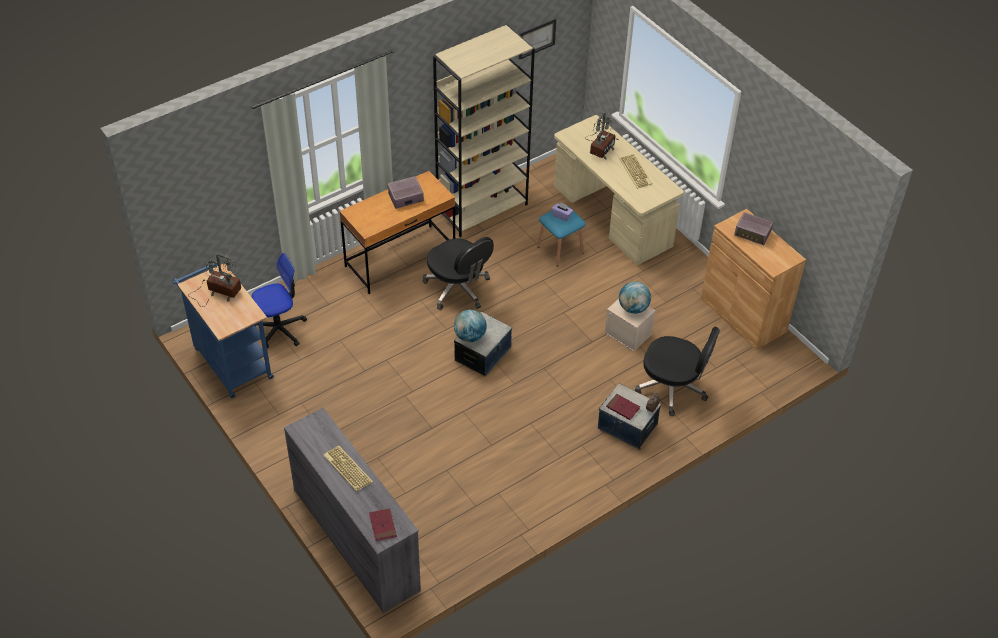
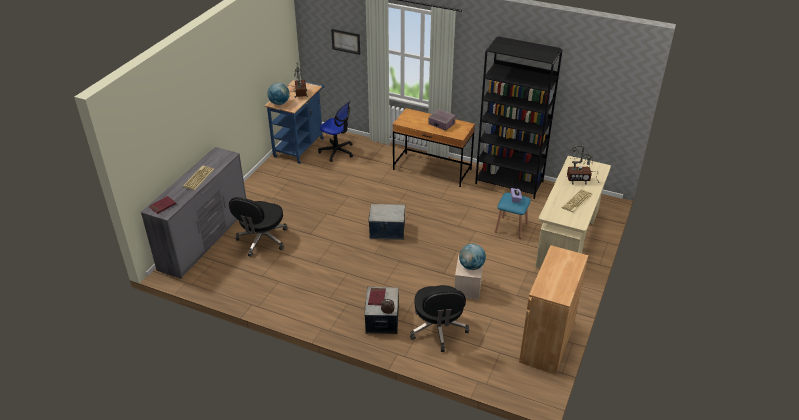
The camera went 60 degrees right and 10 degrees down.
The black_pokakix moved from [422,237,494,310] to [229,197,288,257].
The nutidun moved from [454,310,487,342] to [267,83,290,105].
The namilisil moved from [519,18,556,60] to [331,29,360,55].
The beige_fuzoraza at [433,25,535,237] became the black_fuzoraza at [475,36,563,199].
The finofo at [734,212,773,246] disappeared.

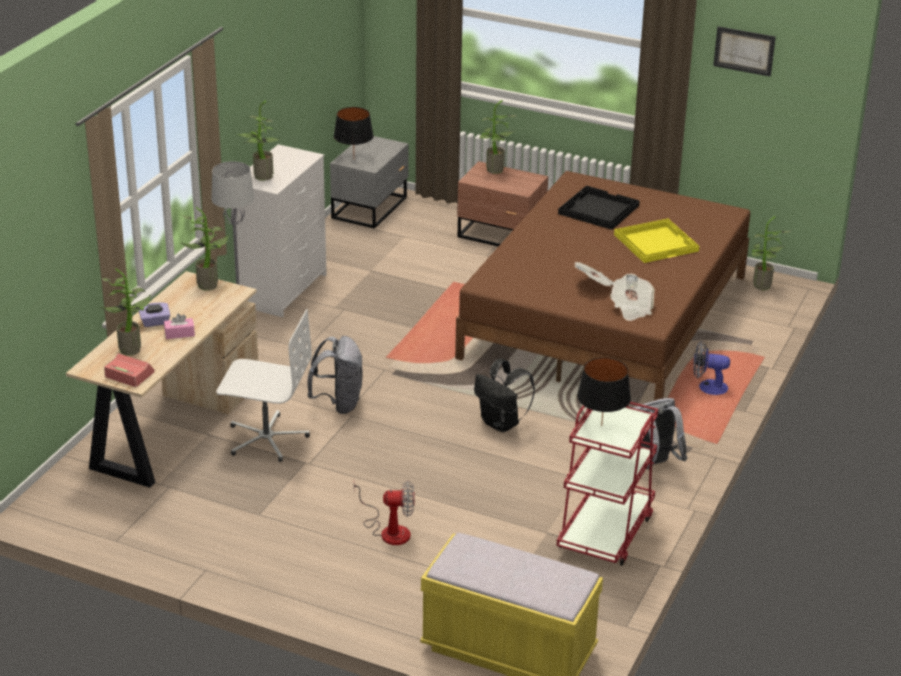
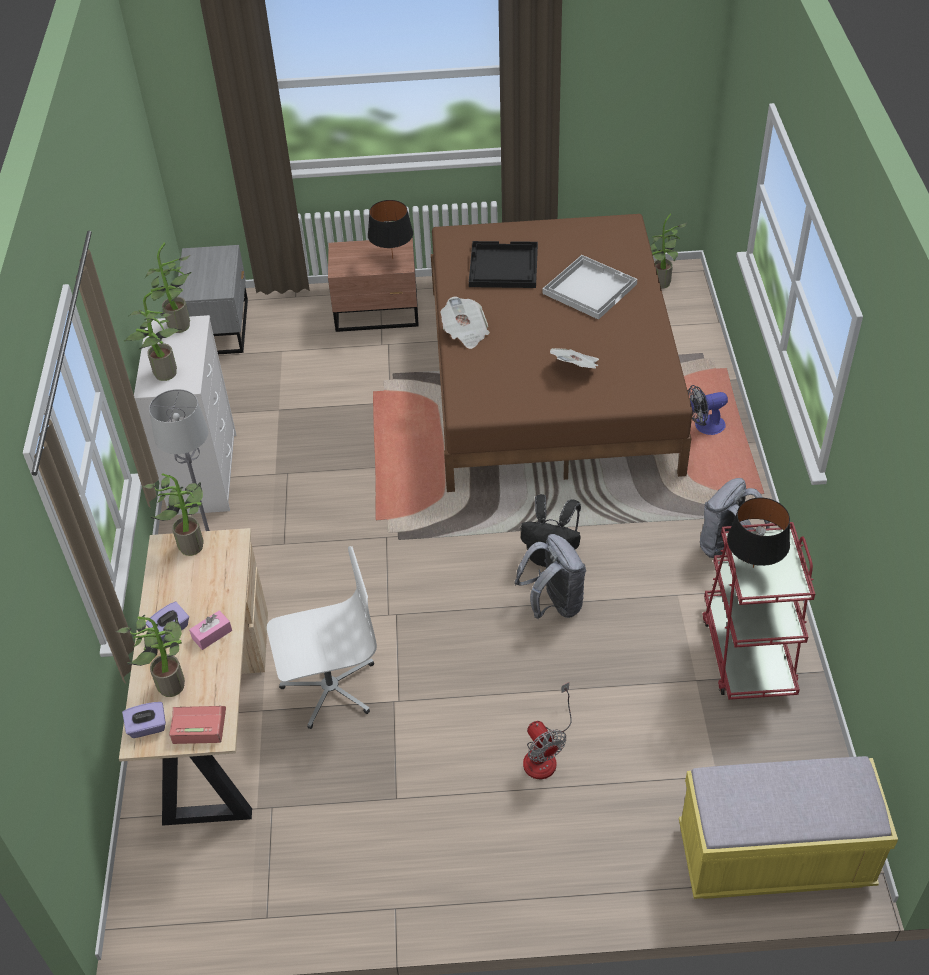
The camera went 25 degrees left and 15 degrees up.
The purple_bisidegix at [122,702,166,738] appeared.
The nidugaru moved from [480,100,517,174] to [145,243,192,333].
The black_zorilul moved from [334,107,374,147] to [368,200,413,259].
The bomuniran moved from [610,274,655,321] to [440,296,490,349].
The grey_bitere moved from [307,336,363,414] to [515,534,586,619].
The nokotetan at [354,480,414,545] turned 90 degrees clockwise.
The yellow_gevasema at [614,219,699,263] became the white_gevasema at [543,255,637,320].
The namilisil at [713,26,776,76] disappeared.

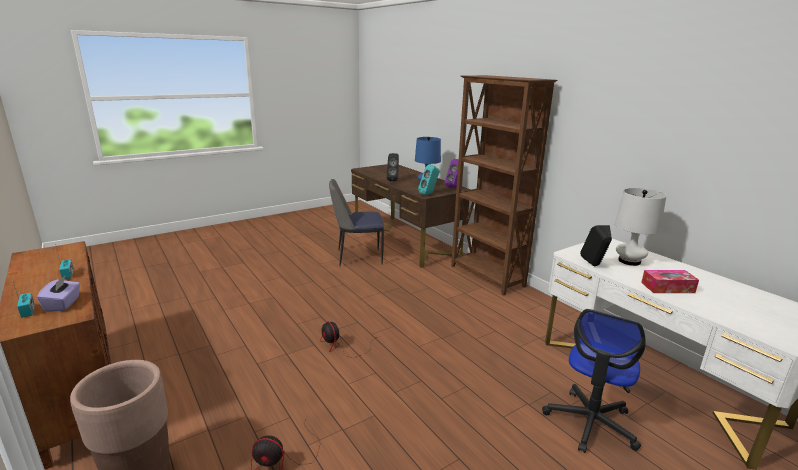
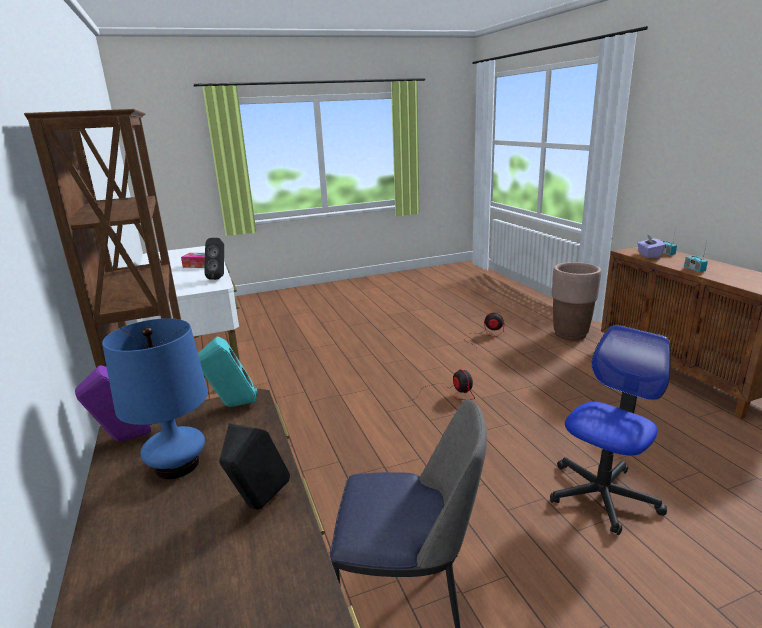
The camera went 165 degrees left and 0 degrees up.
The pokakix moved from [542,309,646,453] to [550,325,671,535].
The white_zorilul at [615,188,666,266] disappeared.

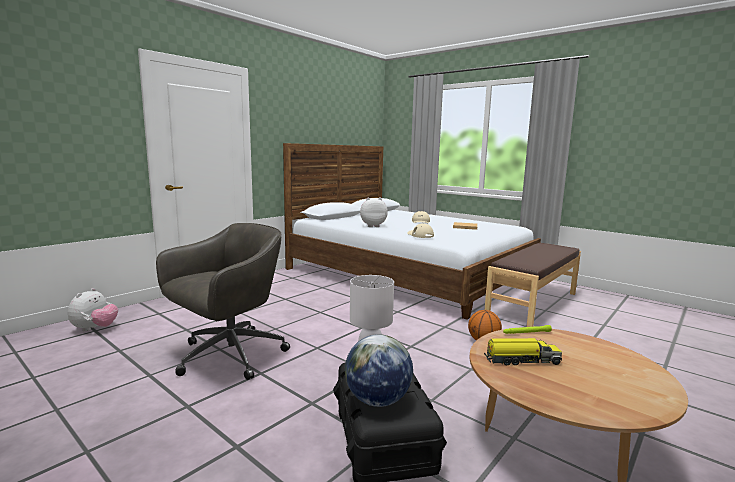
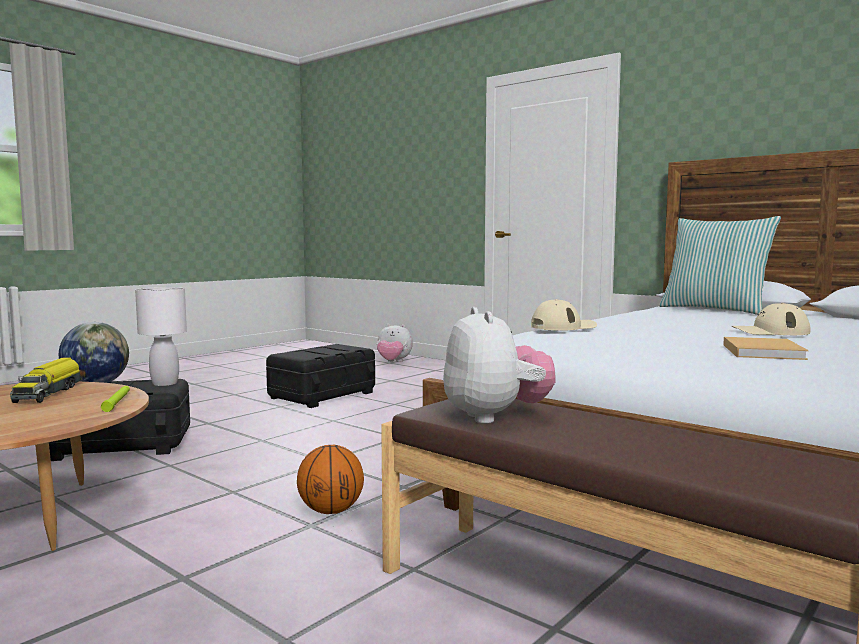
The camera went 90 degrees right and 5 degrees down.
The grey_pokakix at [156,223,290,380] was replaced by the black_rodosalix at [266,344,375,408].
The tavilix moved from [360,197,388,227] to [443,307,556,424].
The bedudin at [659,216,781,315] appeared.

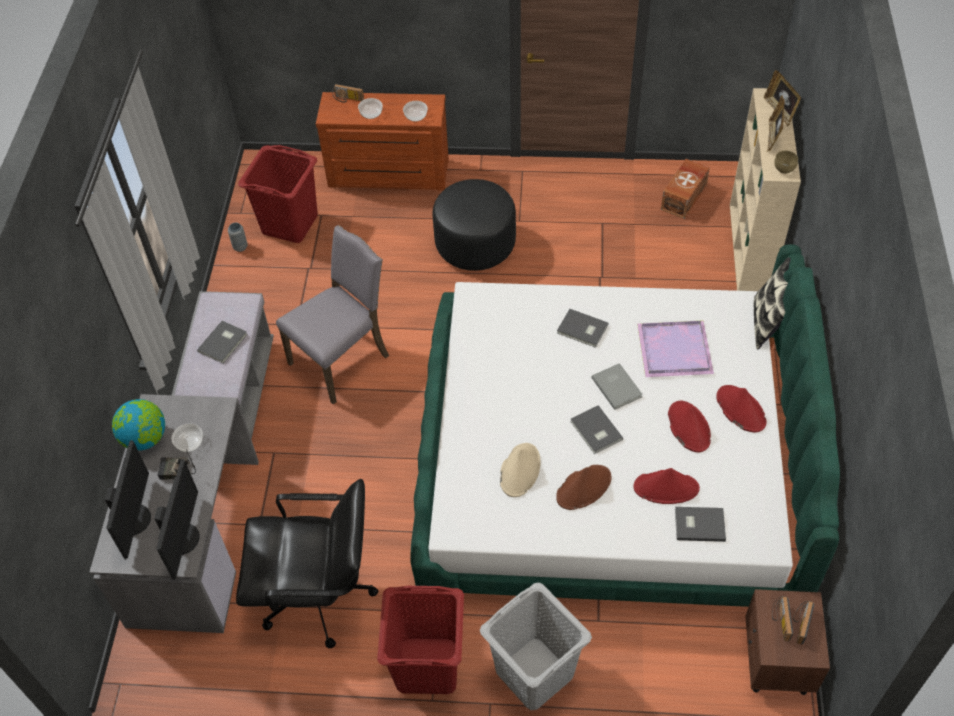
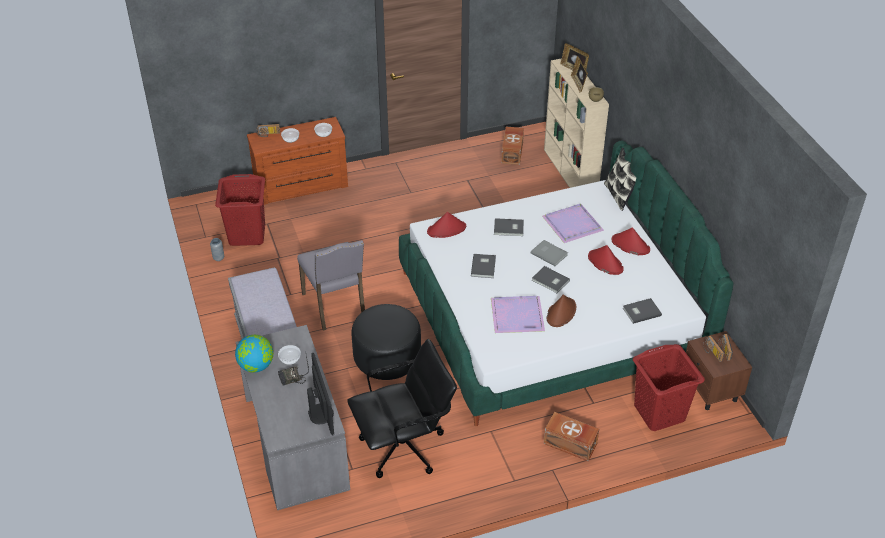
The camera went 25 degrees left and 10 degrees down.
The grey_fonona at [276,225,389,405] turned 135 degrees clockwise.
The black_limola moved from [433,179,516,271] to [351,304,421,380].
The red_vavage moved from [633,468,700,504] to [427,212,466,238].
The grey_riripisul moved from [197,321,247,364] to [471,254,496,278].
The beige_vavage at [500,443,540,497] was replaced by the purple_gevasema at [491,296,545,333].
The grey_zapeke at [480,582,592,710] was replaced by the brown_rodosalix at [544,412,599,461].
The red_zapeke moved from [377,586,464,694] to [633,344,705,431].
The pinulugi at [105,440,151,559] disappeared.

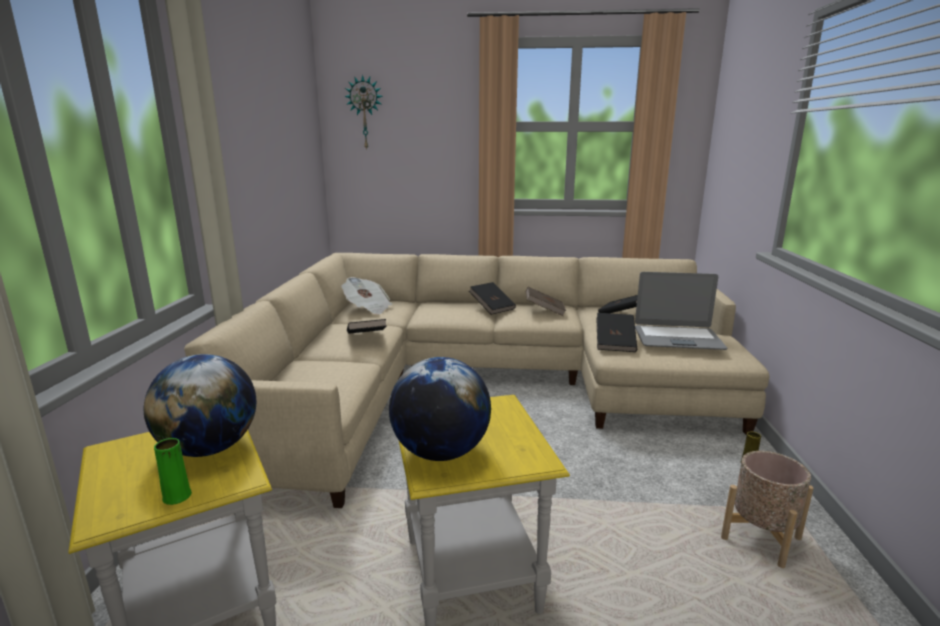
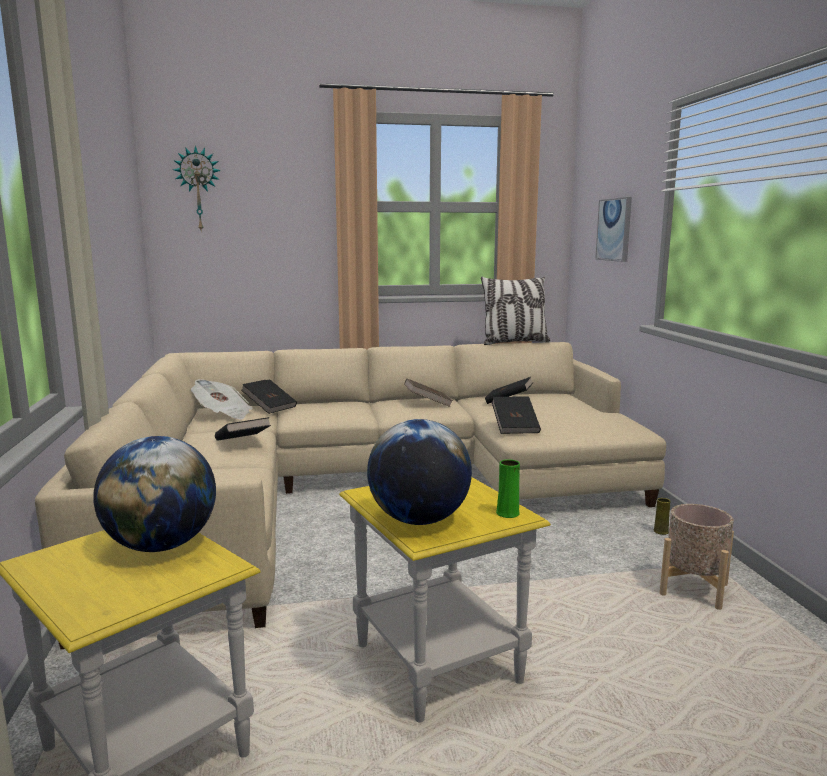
The camera went 15 degrees left and 5 degrees down.
The black_riripisul moved from [469,282,516,315] to [241,379,297,414].
The bedudin at [481,277,550,345] appeared.
The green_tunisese moved from [154,438,192,505] to [496,459,520,518].
The namilisil at [595,197,632,262] appeared.
The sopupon at [635,272,727,350] disappeared.

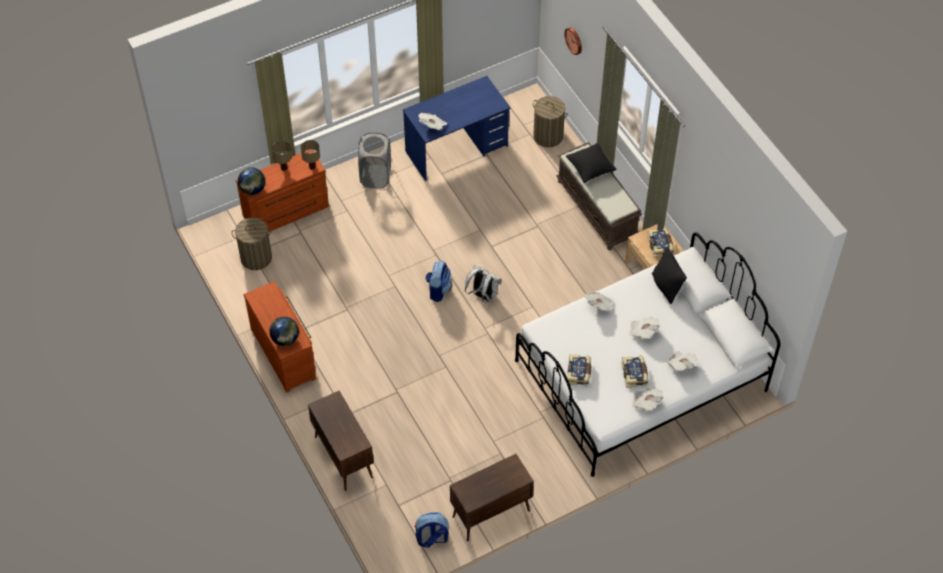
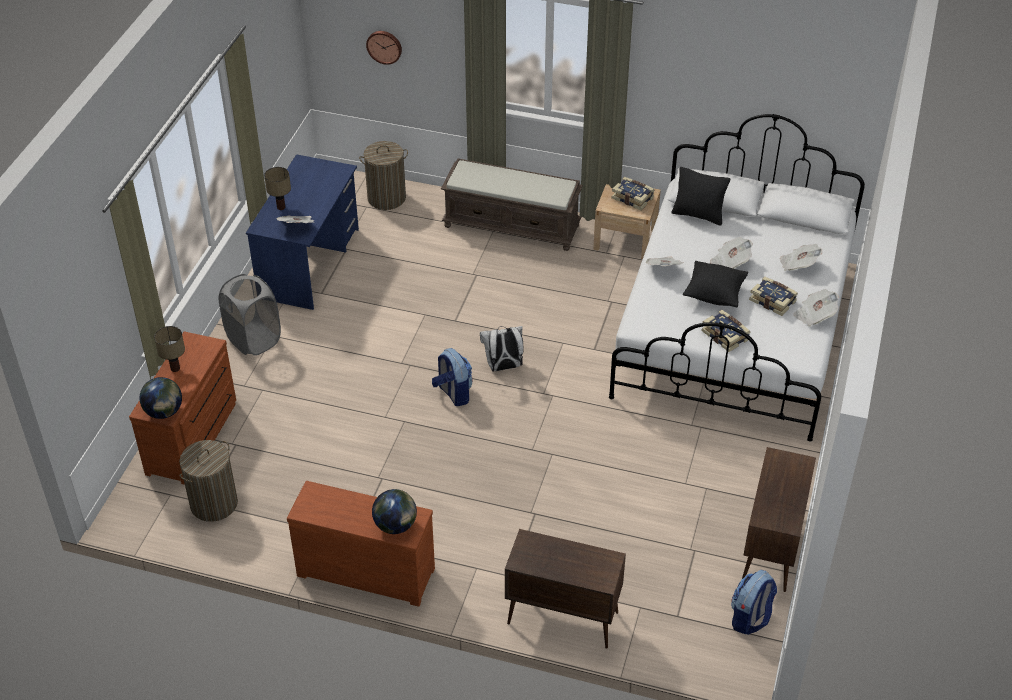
The camera went 45 degrees left and 10 degrees down.
The zorilul moved from [301,140,320,170] to [264,167,291,210].
The black_bedudin moved from [566,143,616,183] to [683,261,748,307].

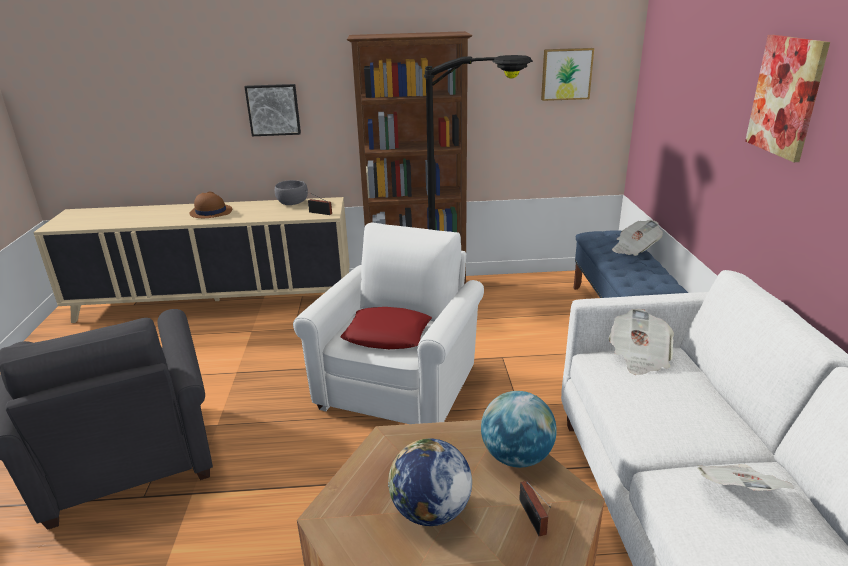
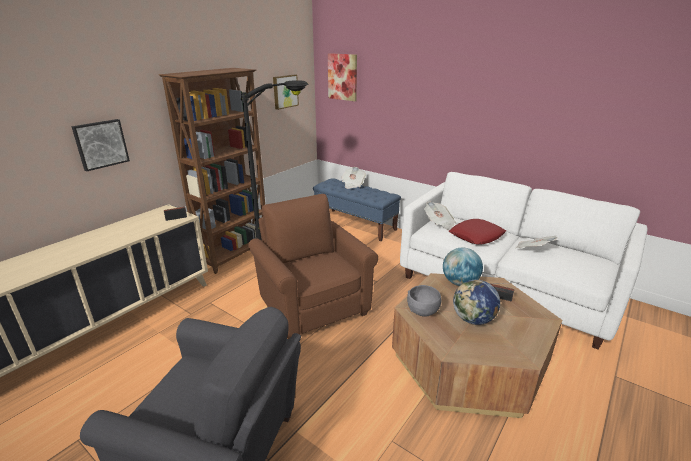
The camera went 50 degrees left and 0 degrees up.
The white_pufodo at [293,223,484,424] became the brown_pufodo at [248,194,378,339].
The namilisil moved from [745,35,830,162] to [328,53,357,101].
The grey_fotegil moved from [275,180,308,205] to [407,285,441,317].
The red_bedudin moved from [341,307,432,349] to [449,219,506,245].
The brown_vavage at [189,192,232,218] disappeared.

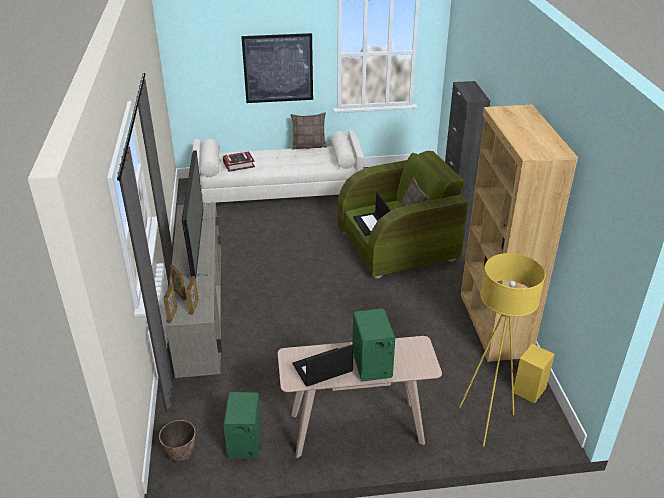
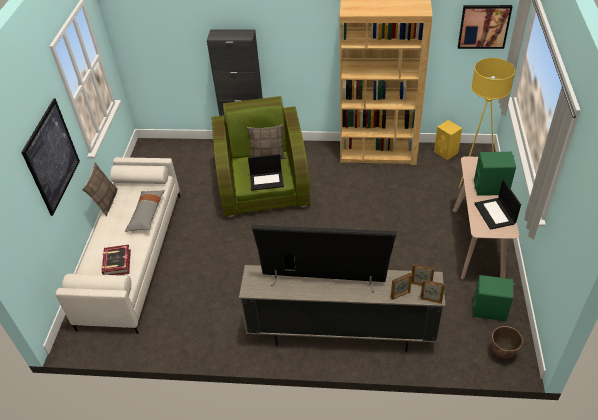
The camera went 75 degrees left and 10 degrees up.
The grey_bedudin at [125,190,165,232] appeared.
The namilisil at [458,5,512,49] appeared.

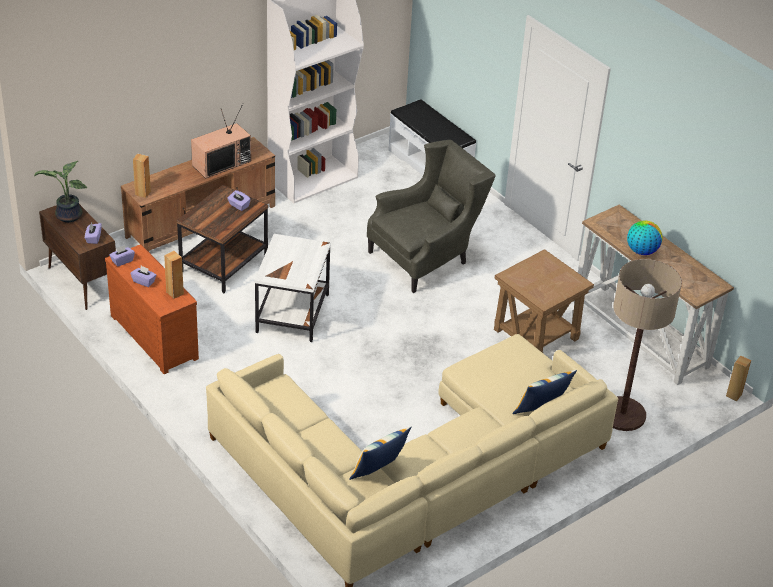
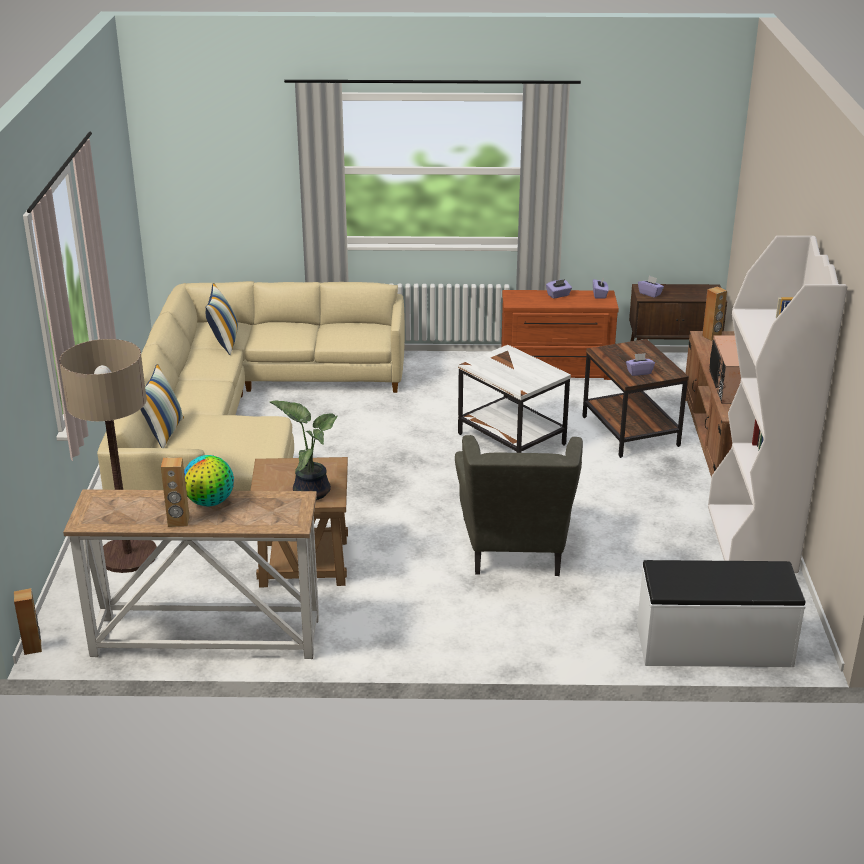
The camera went 130 degrees right and 10 degrees down.
The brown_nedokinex moved from [164,251,184,299] to [161,457,190,527].
The nidugaru moved from [34,161,87,222] to [270,400,338,500].

